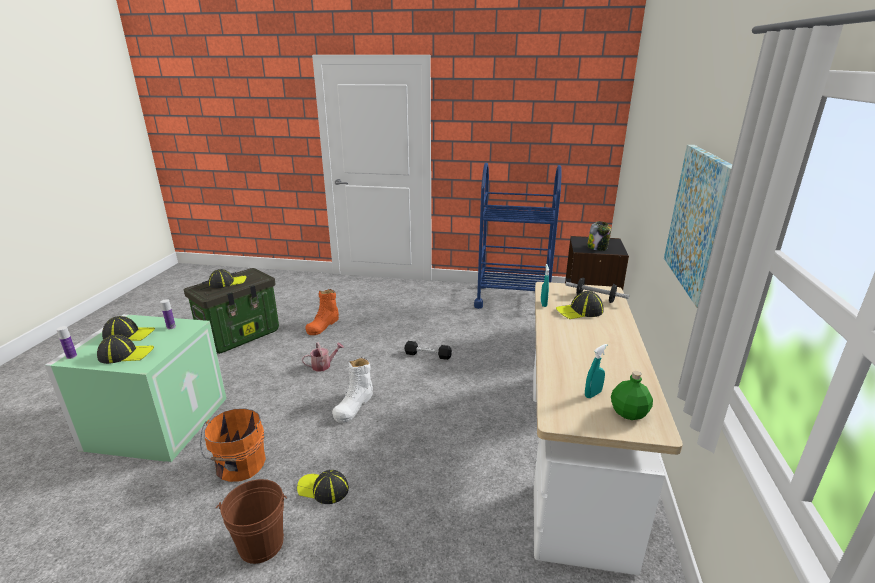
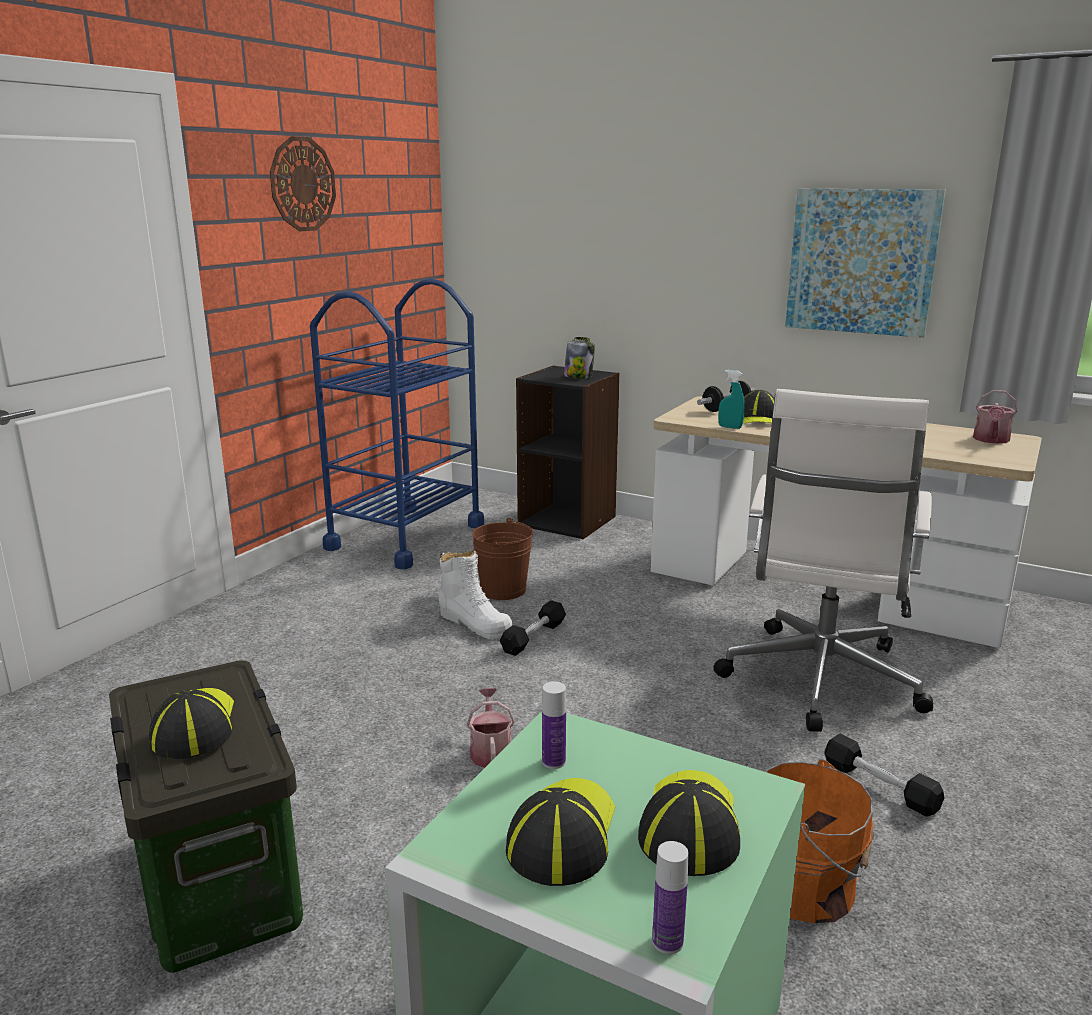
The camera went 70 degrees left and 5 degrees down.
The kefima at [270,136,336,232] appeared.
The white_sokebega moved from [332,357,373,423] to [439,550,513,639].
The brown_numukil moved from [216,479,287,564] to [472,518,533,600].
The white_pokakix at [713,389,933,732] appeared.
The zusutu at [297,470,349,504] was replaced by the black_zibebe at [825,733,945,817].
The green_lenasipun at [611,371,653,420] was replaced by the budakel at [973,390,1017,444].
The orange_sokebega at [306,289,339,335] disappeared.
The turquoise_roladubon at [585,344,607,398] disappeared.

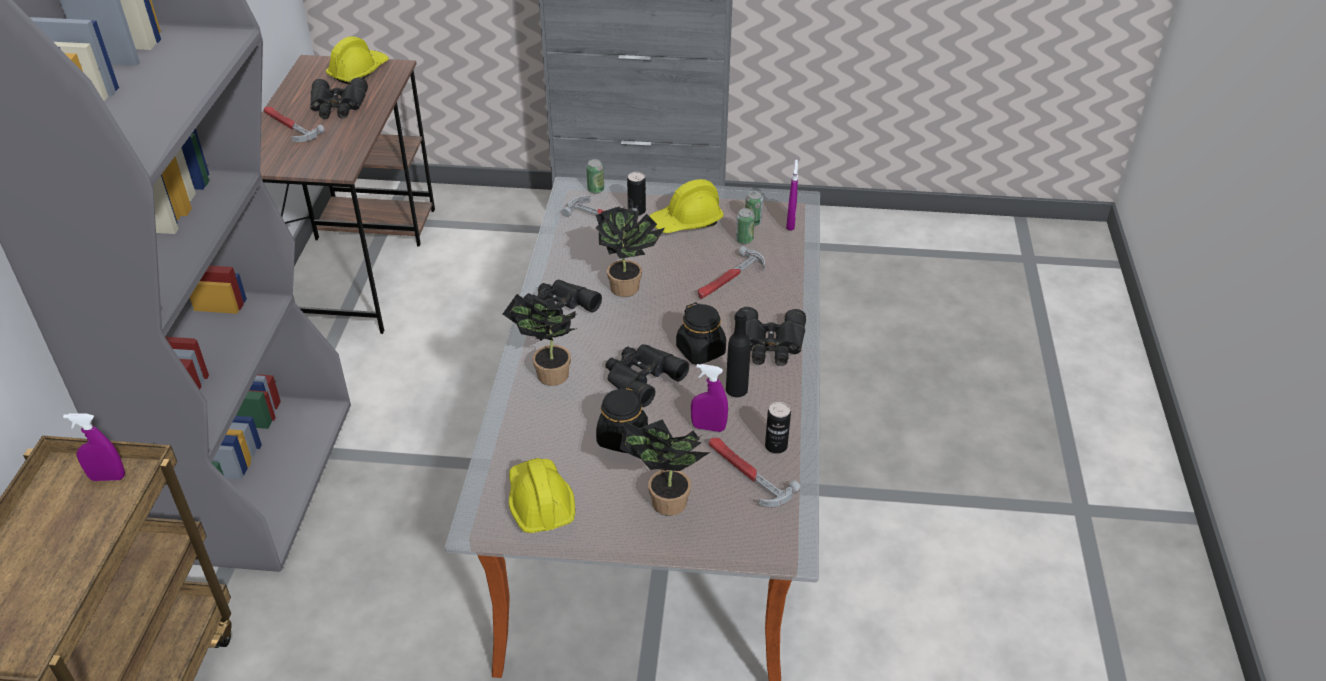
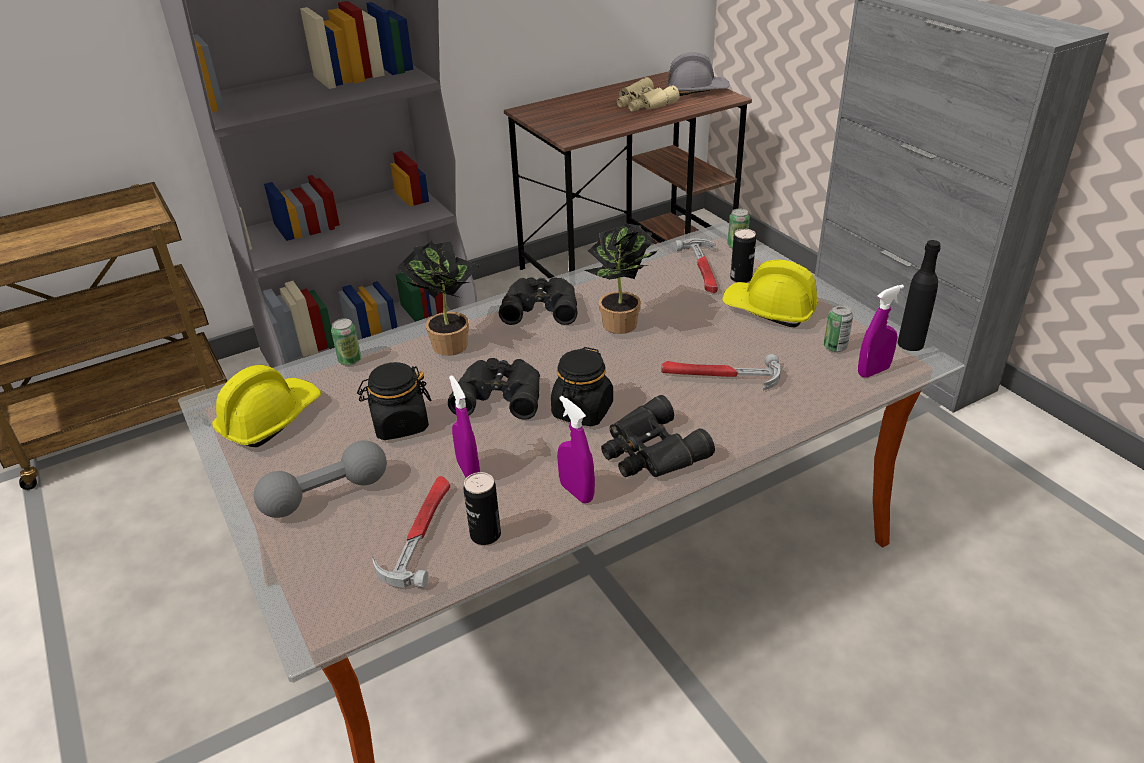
The camera went 55 degrees right and 5 degrees down.
The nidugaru at [620,419,711,516] was replaced by the grey_zibebe at [254,440,387,518].
The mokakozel moved from [736,208,755,244] to [331,318,361,366].
The purple_roladubon moved from [63,413,125,481] to [557,396,595,503].
The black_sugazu at [310,78,368,119] became the beige_sugazu at [617,77,680,112].
The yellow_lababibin at [326,36,389,85] became the grey_lababibin at [668,52,730,96].
The black_lenasipun moved from [726,311,751,397] to [898,240,941,351].
The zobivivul at [264,107,325,142] disappeared.

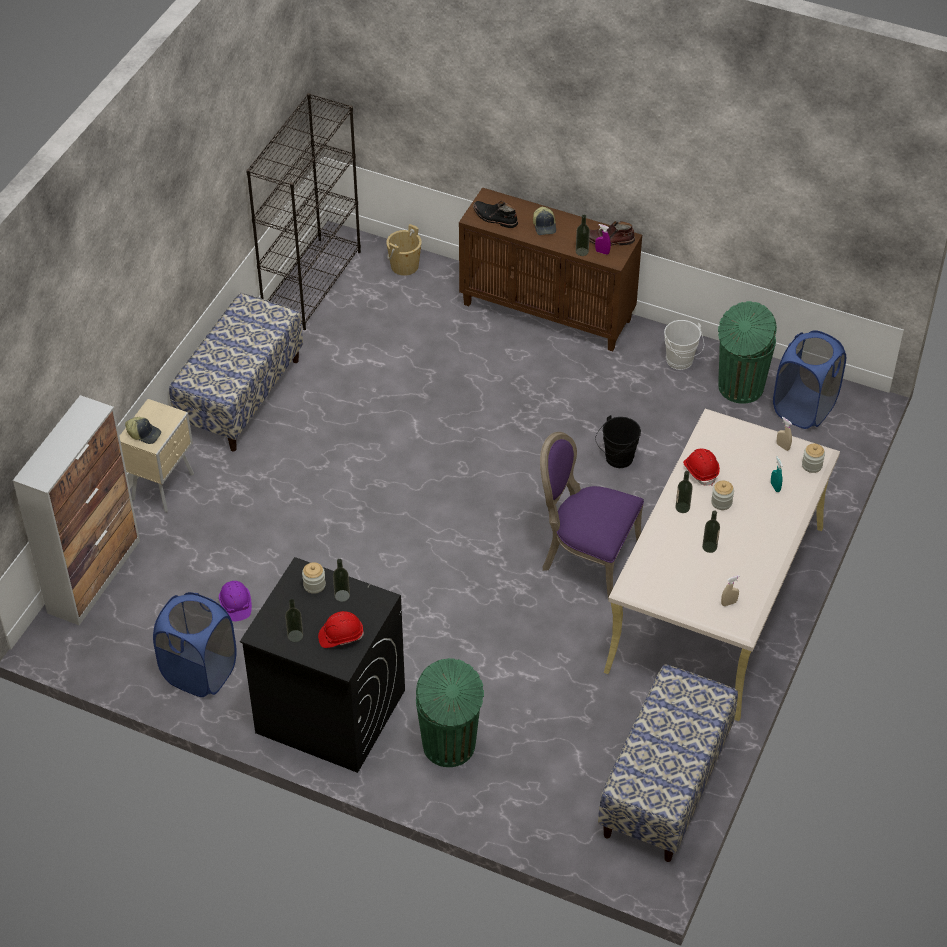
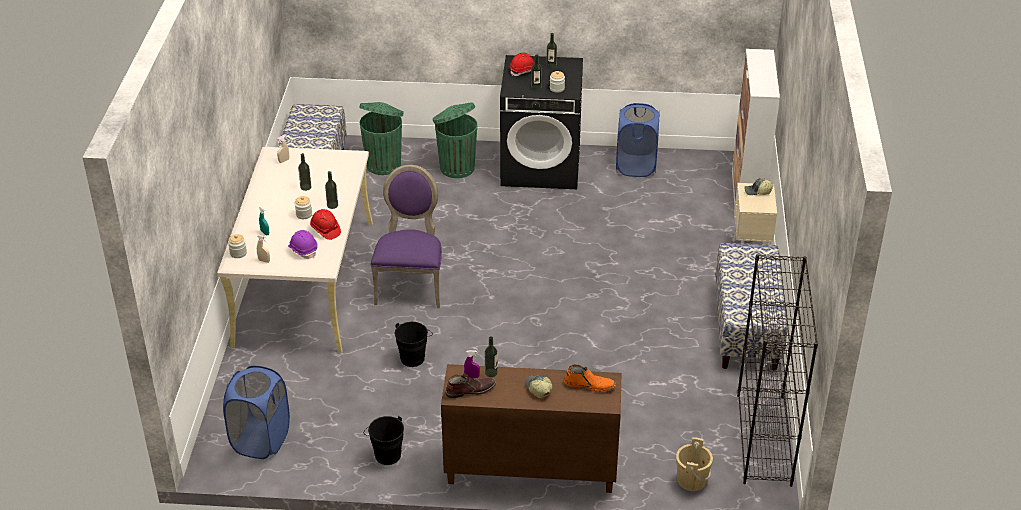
The camera went 160 degrees right and 10 degrees down.
The purple_lababibin moved from [219,581,252,621] to [288,230,318,259].
The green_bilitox moved from [718,301,777,404] to [359,102,404,175].
The white_numukil at [664,320,704,370] became the black_numukil at [364,416,404,465].
The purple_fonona at [540,432,644,598] turned 90 degrees counterclockwise.
The black_sokebega at [473,201,518,228] became the orange_sokebega at [564,364,616,392].

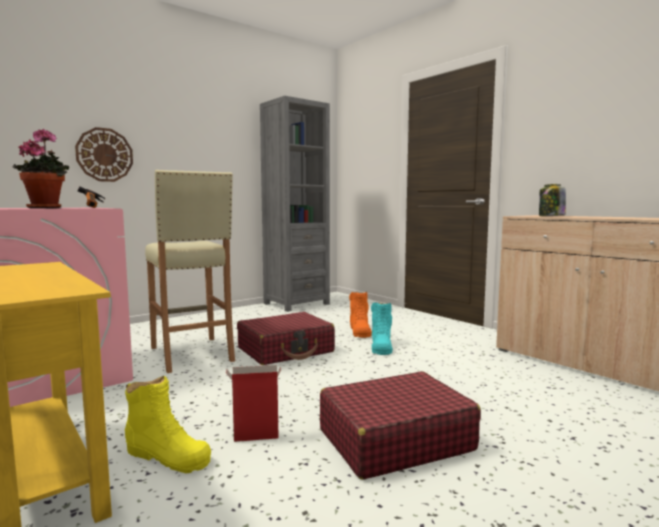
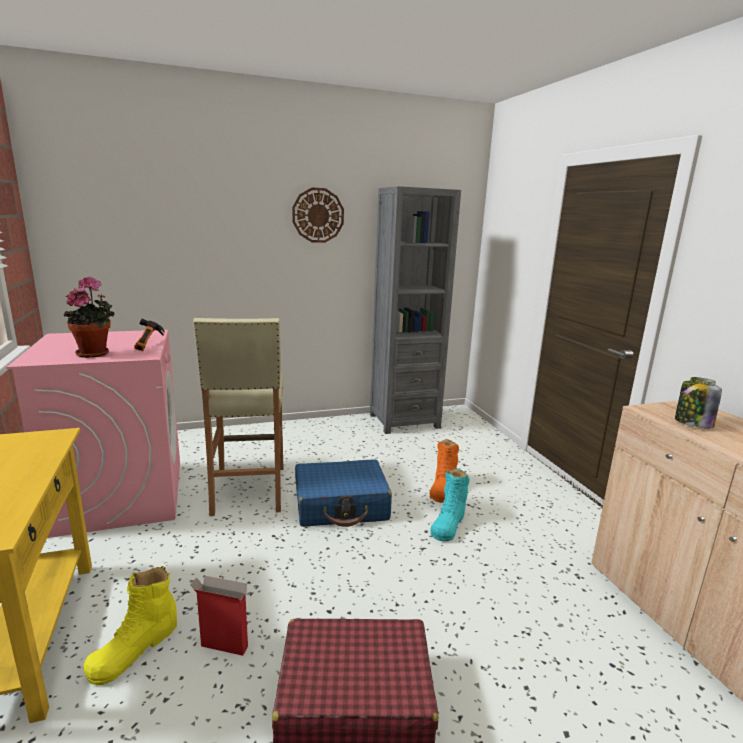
The camera went 20 degrees right and 10 degrees up.
The yellow_sokebega at [125,376,211,473] turned 75 degrees clockwise.
The kefima moved from [75,127,133,182] to [292,188,344,243].
The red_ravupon at [237,312,335,365] became the blue_ravupon at [295,459,392,527].

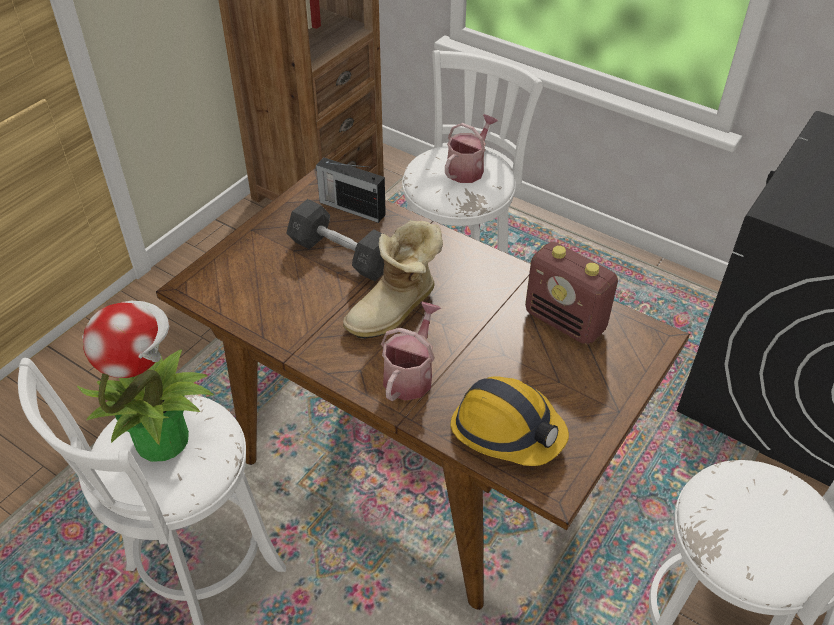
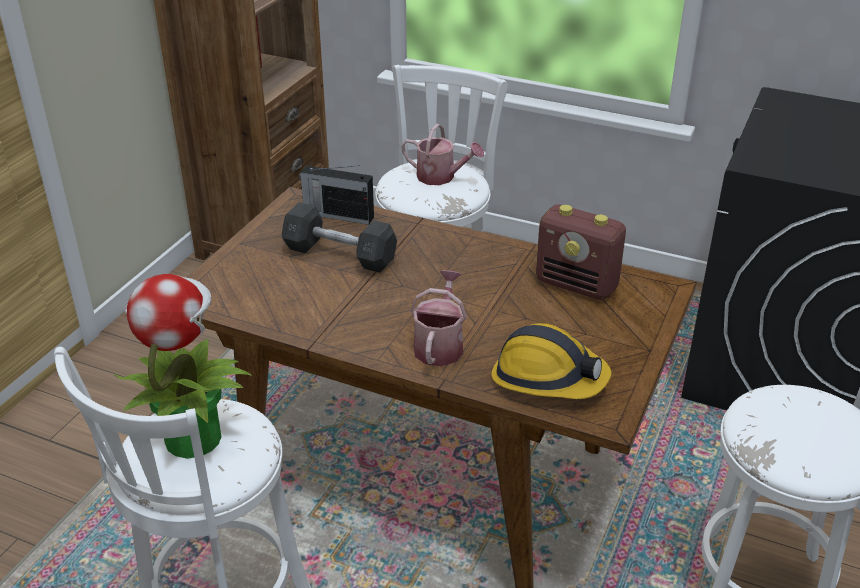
The camera went 10 degrees left and 10 degrees down.
The budakel at [445,114,498,183] turned 90 degrees clockwise.
The sokebega at [343,220,443,339] disappeared.

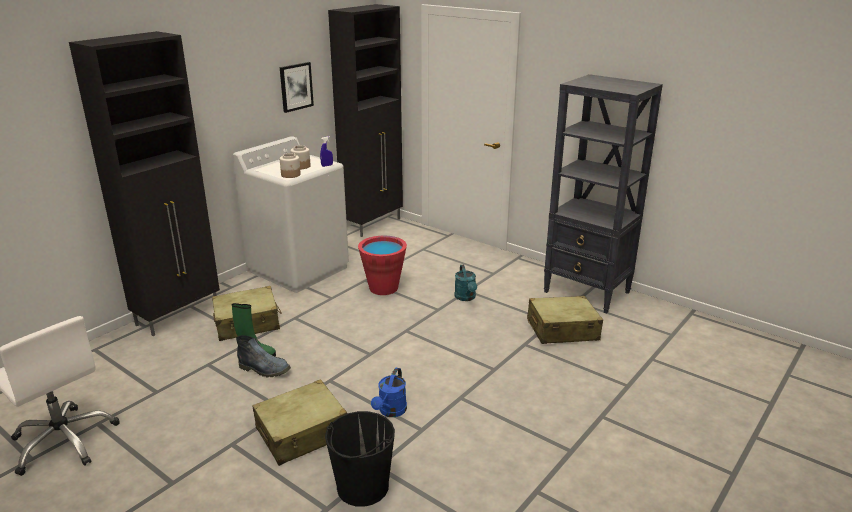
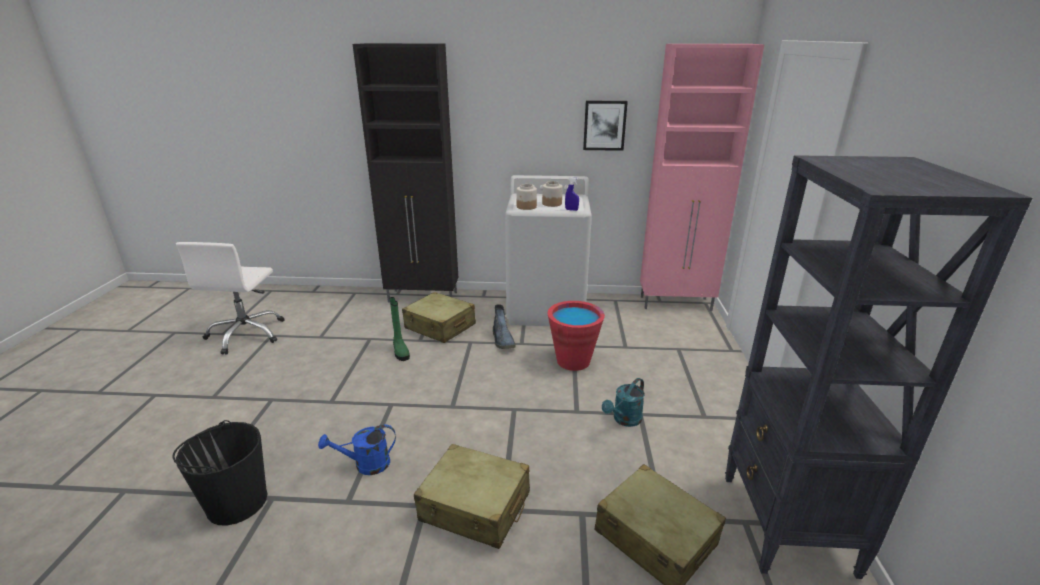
The camera went 55 degrees right and 0 degrees up.
The beige_ravupon moved from [252,379,347,466] to [414,444,530,549].
The sokebega moved from [236,335,291,378] to [493,304,515,349].
The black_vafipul at [328,4,403,237] became the pink_vafipul at [640,44,765,311].

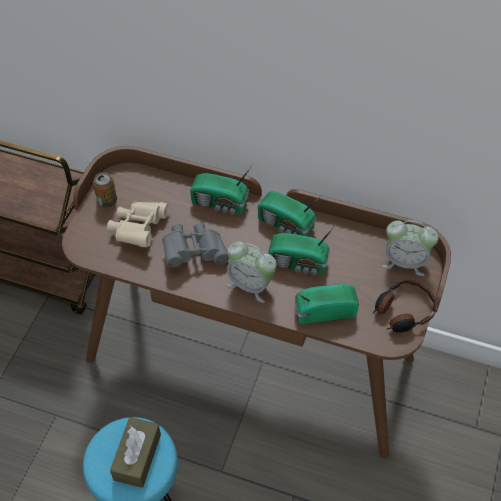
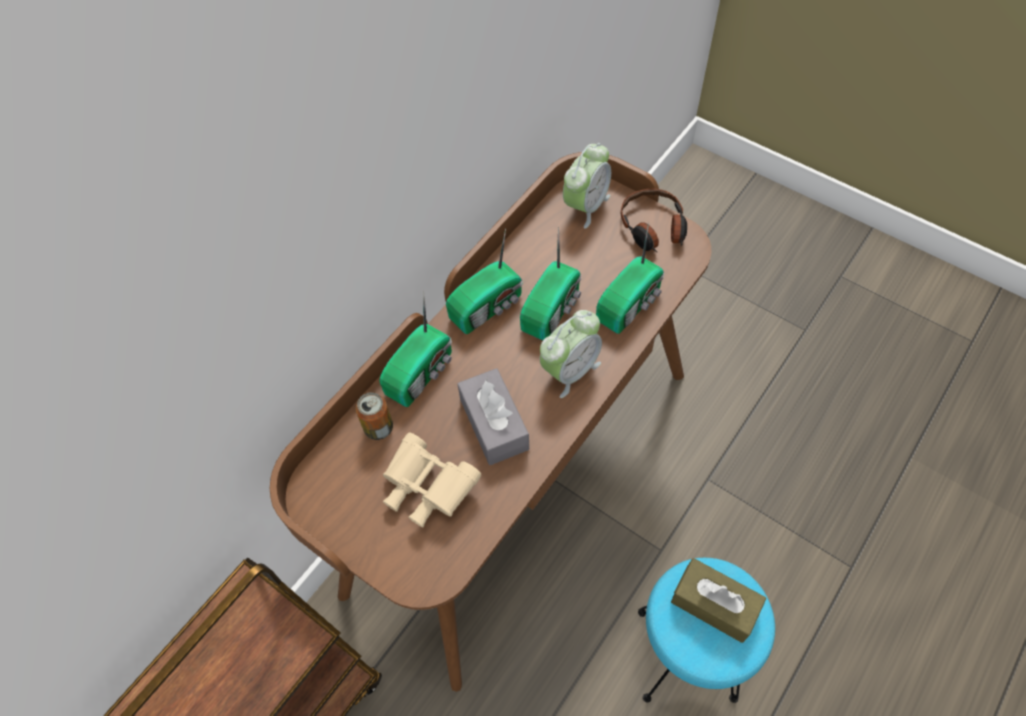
The camera went 70 degrees left and 5 degrees up.
The mokakozel moved from [93,172,117,207] to [356,392,393,440].
The grey_sugazu at [162,223,229,267] was replaced by the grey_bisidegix at [457,368,529,465].
The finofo at [294,284,359,324] turned 150 degrees counterclockwise.

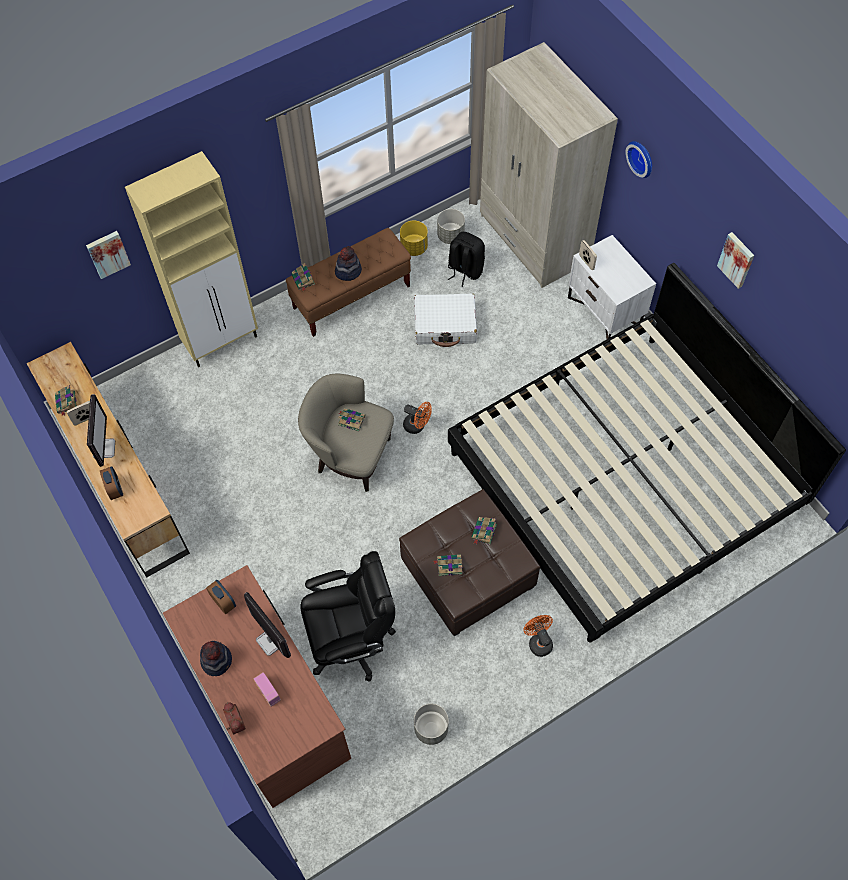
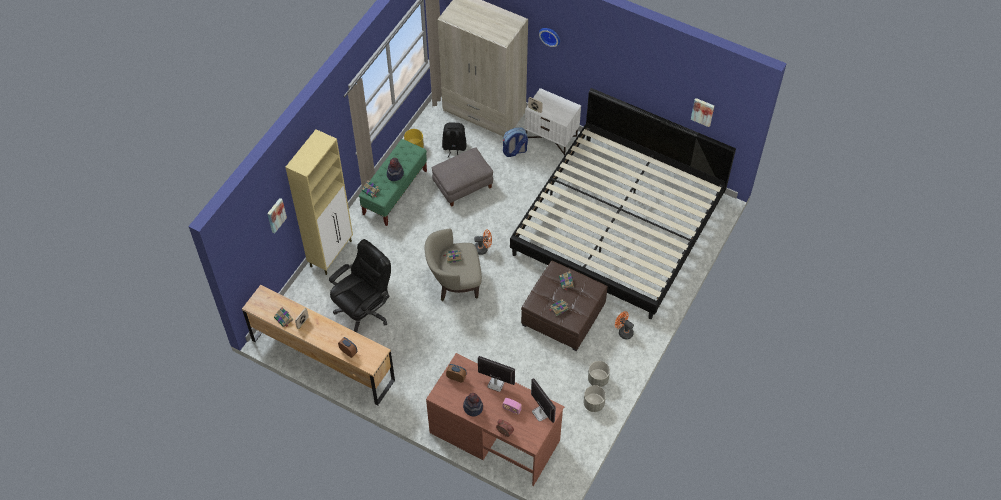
The camera went 30 degrees left and 5 degrees down.
The black_pokakix moved from [301,551,396,682] to [329,239,391,332].
The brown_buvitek at [286,228,411,337] became the green_buvitek at [359,139,427,226].
The white_ravupon at [414,293,477,347] was replaced by the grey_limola at [432,147,493,207].
The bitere at [503,127,528,157] appeared.
The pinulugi moved from [87,394,115,467] to [531,378,556,423].
The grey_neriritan moved from [437,209,465,244] to [588,361,610,387].
The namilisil moved from [717,232,754,289] to [691,98,714,127].

